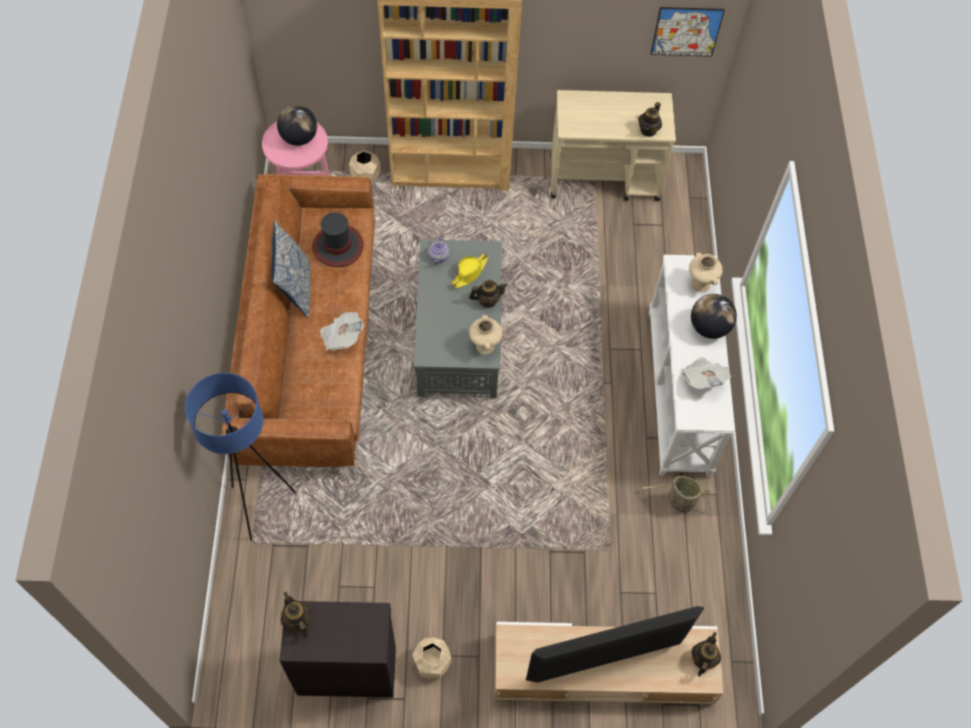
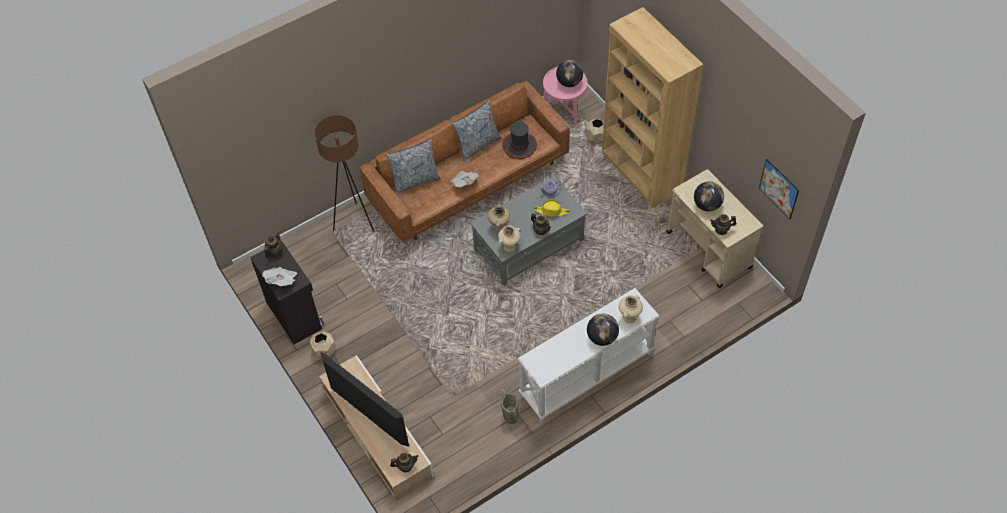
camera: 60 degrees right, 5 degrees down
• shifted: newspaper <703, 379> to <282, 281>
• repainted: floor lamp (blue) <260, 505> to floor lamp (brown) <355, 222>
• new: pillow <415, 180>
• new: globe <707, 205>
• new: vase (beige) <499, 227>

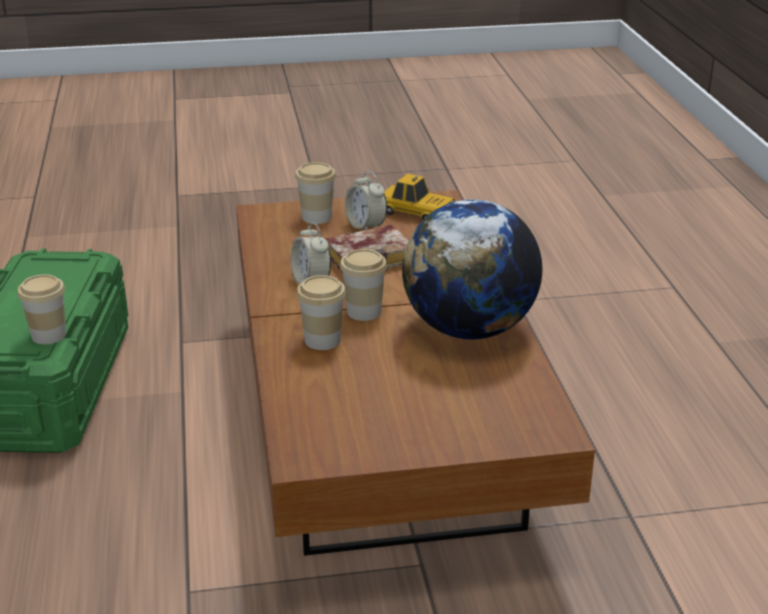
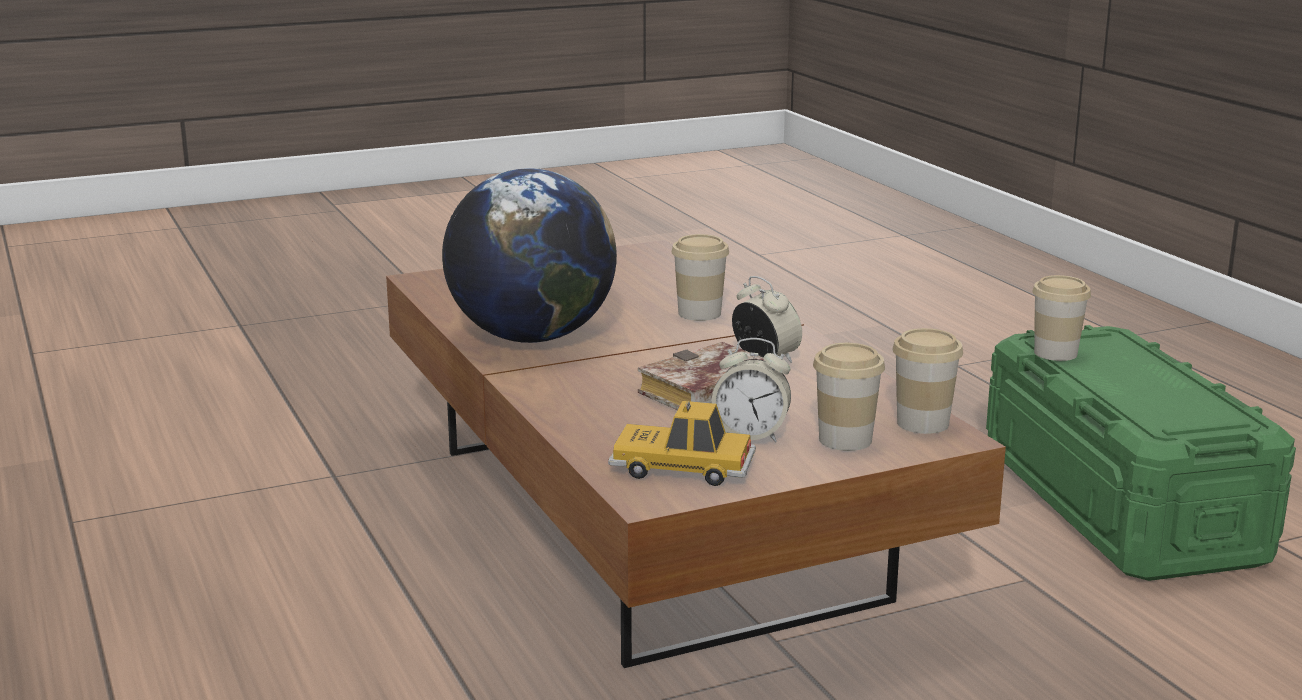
camera: 165 degrees right, 10 degrees down
• rotated: alarm clock <366, 226> = <751, 435> 150 degrees clockwise
• shifted: cup <364, 312> to <922, 423>

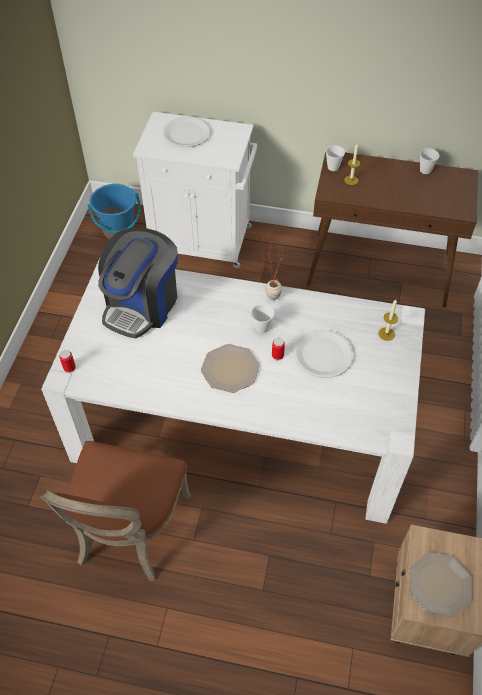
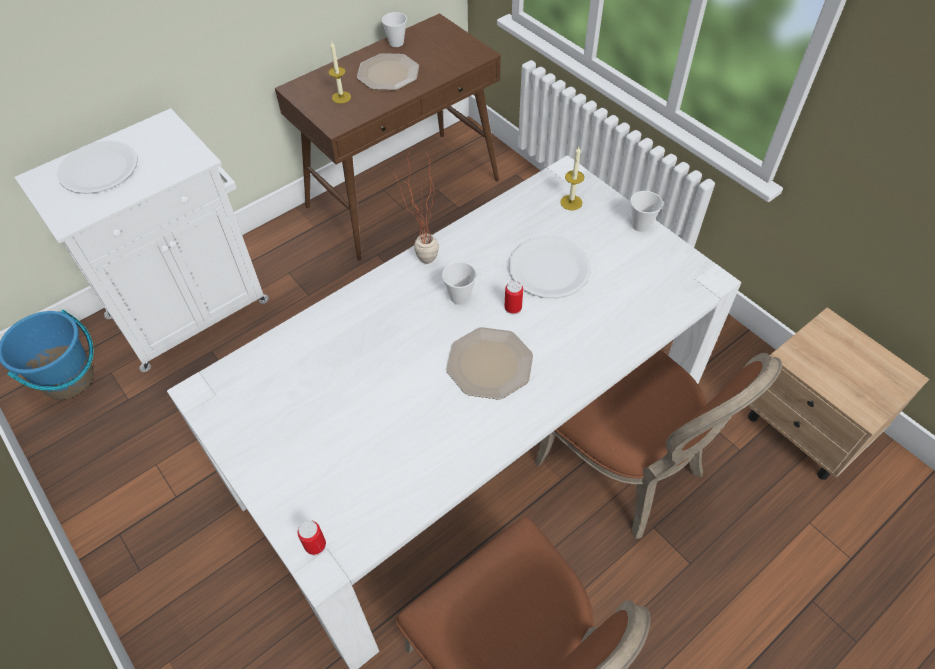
camera: 50 degrees left, 0 degrees up
• shifted: cup <333, 167> to <640, 225>
• gone: coffee machine <142, 304>
• shifted: plate <439, 583> to <387, 73>
• new: chair (brown) <627, 468>

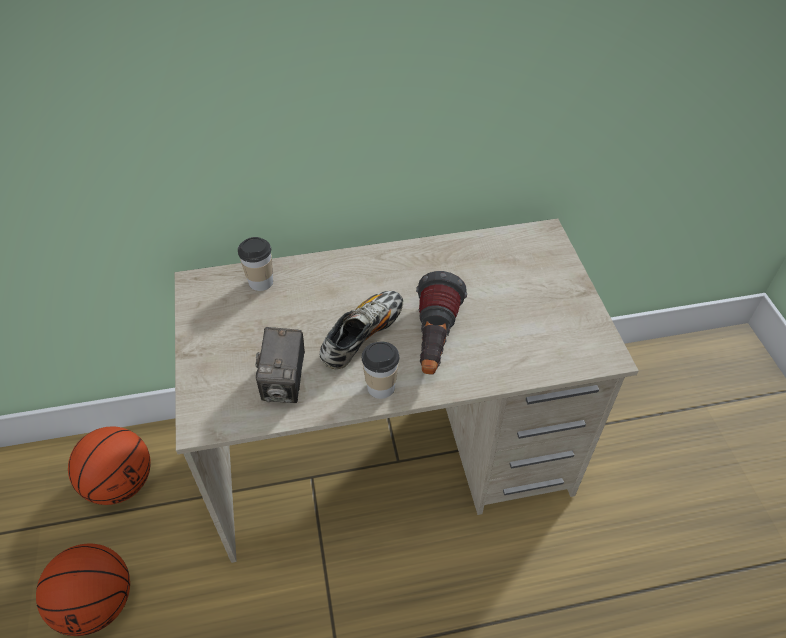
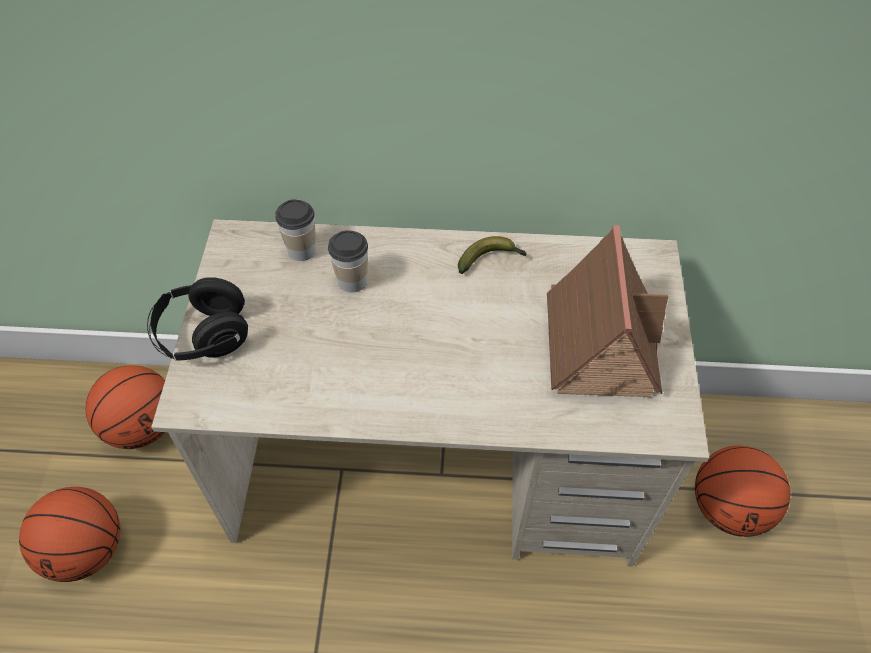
camera: 15 degrees right, 5 degrees up
• gone: flashlight <434, 342>
• gone: shoe <362, 336>
• gone: photo camera <285, 384>
• shifted: cup <381, 387> to <352, 281>
• new: toy house <598, 342>
• new: banana <491, 259>
• new: headphones (black) <204, 336>
• new: basketball <728, 507>

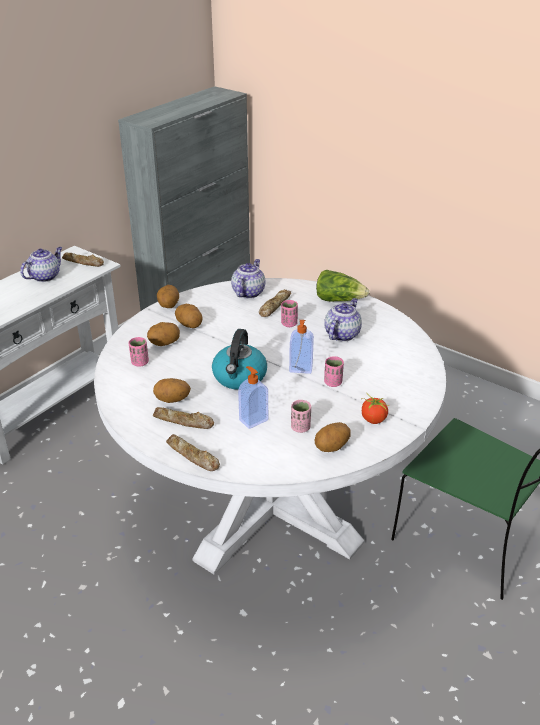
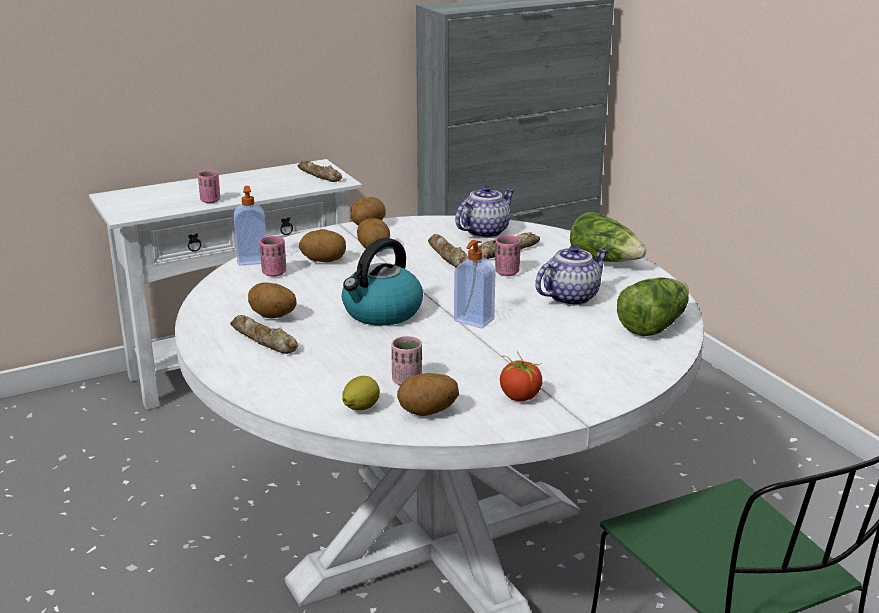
camera: 25 degrees right, 10 degrees down
• gone: teapot <45, 276>
• shifted: cup (pink) <333, 383> to <210, 200>
• shifted: soap dispenser <253, 420> to <252, 260>
• shifted: bread <192, 457> to <448, 257>
• new: lettuce <653, 325>
• new: lemon <360, 408>

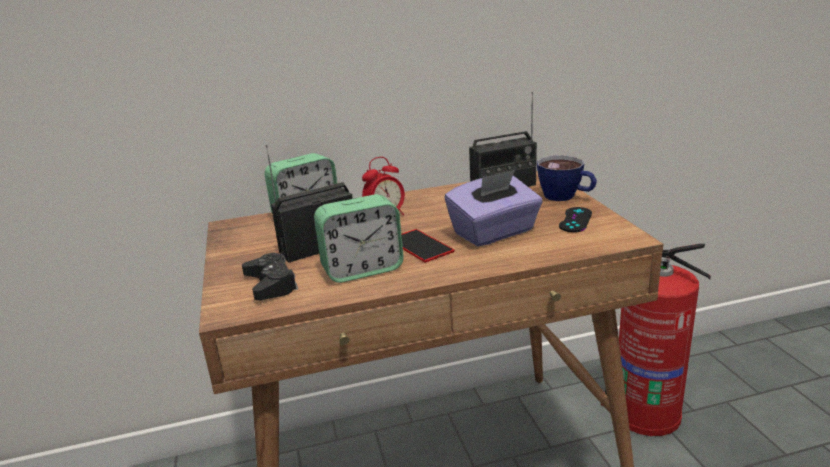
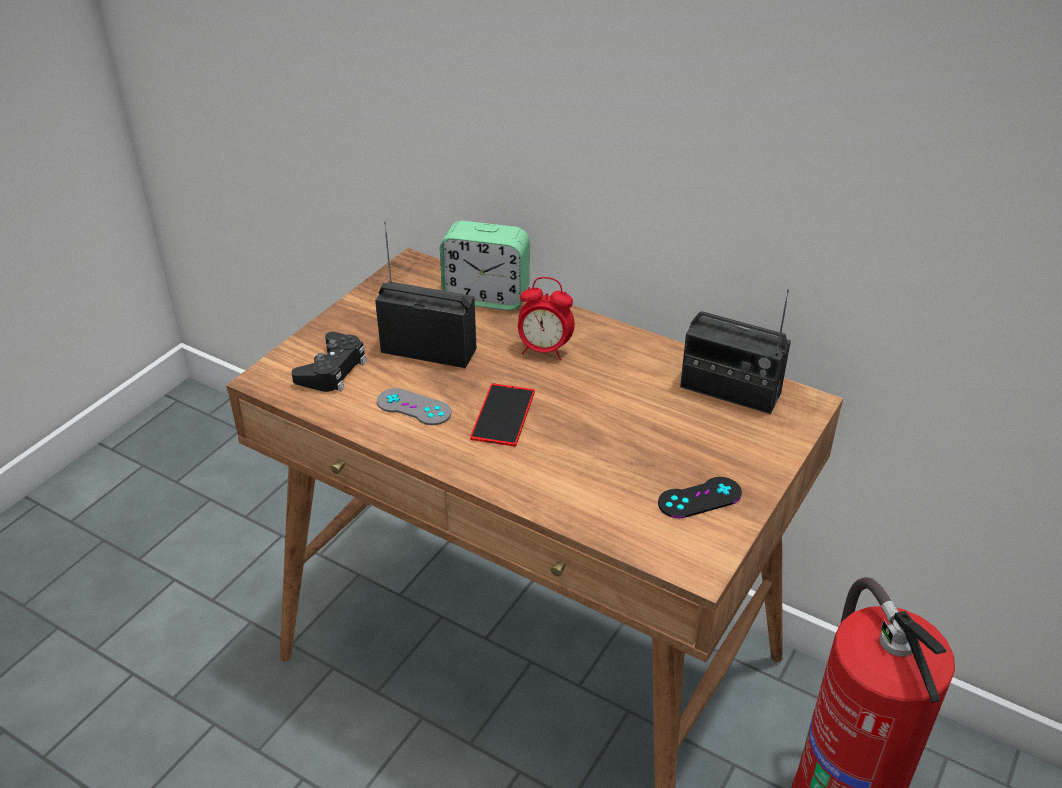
camera: 45 degrees right, 15 degrees up
• gone: cup <566, 197>
• gone: tissue box (purple) <494, 233>
• swapped: alarm clock <362, 269> to game controller (grey) <414, 407>

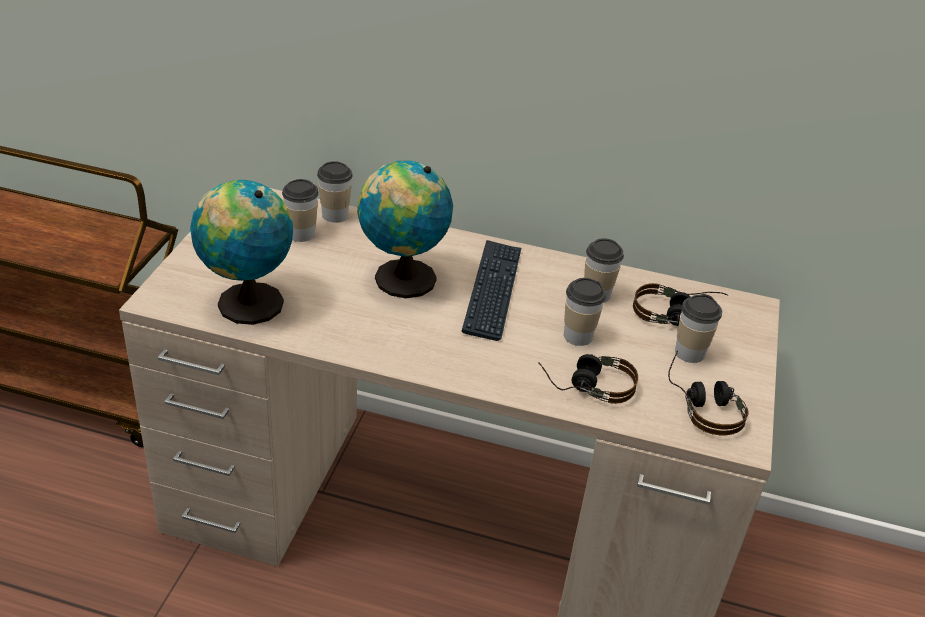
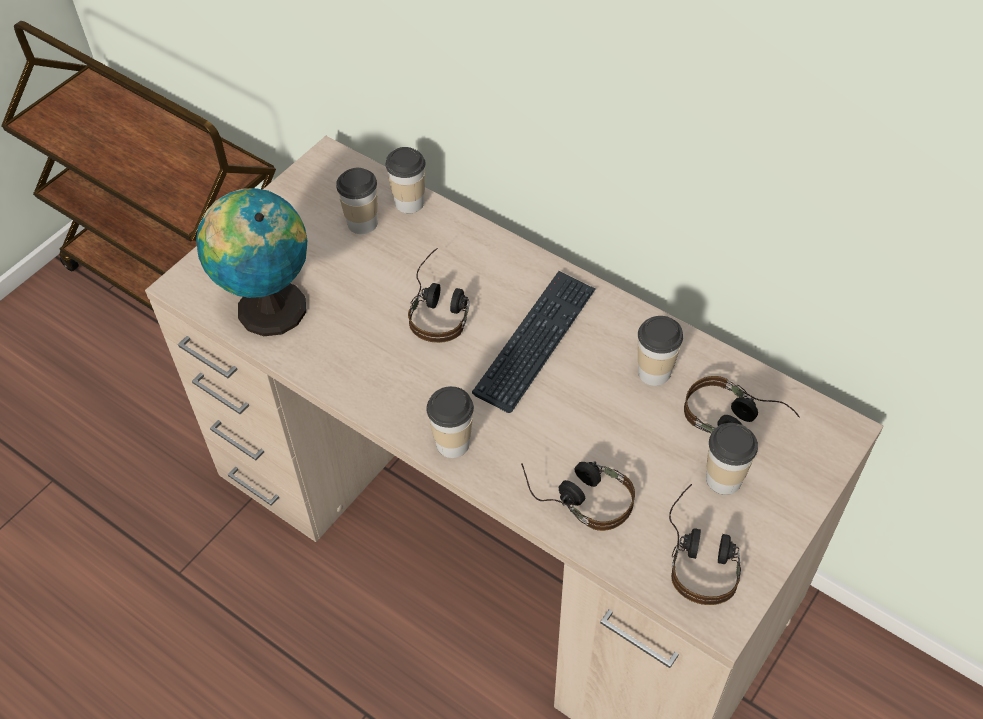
camera: 25 degrees right, 15 degrees up
• swapped: globe <400, 279> to headphones <441, 306>
• shifted: cup <578, 336> to <452, 443>

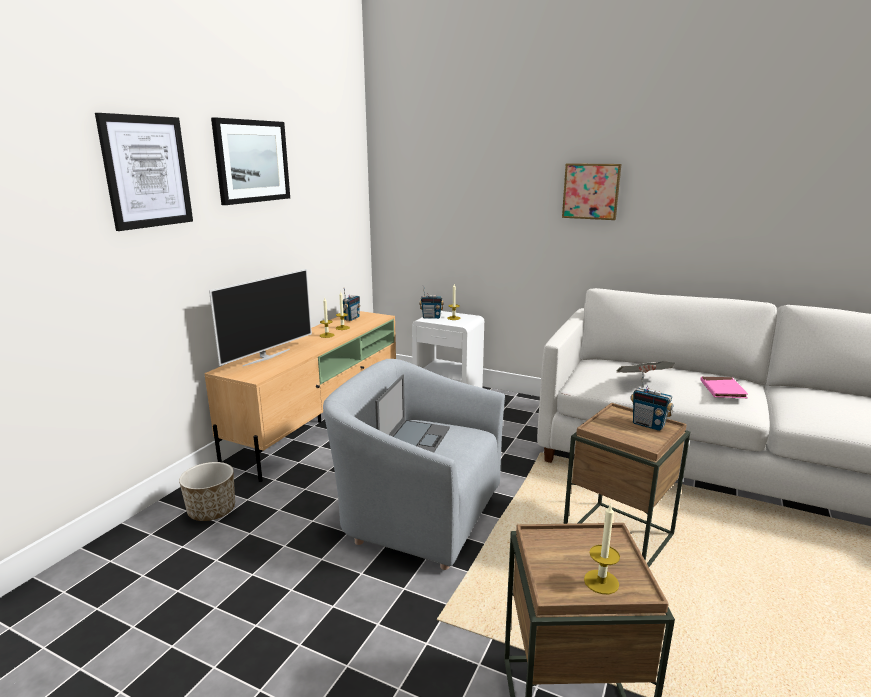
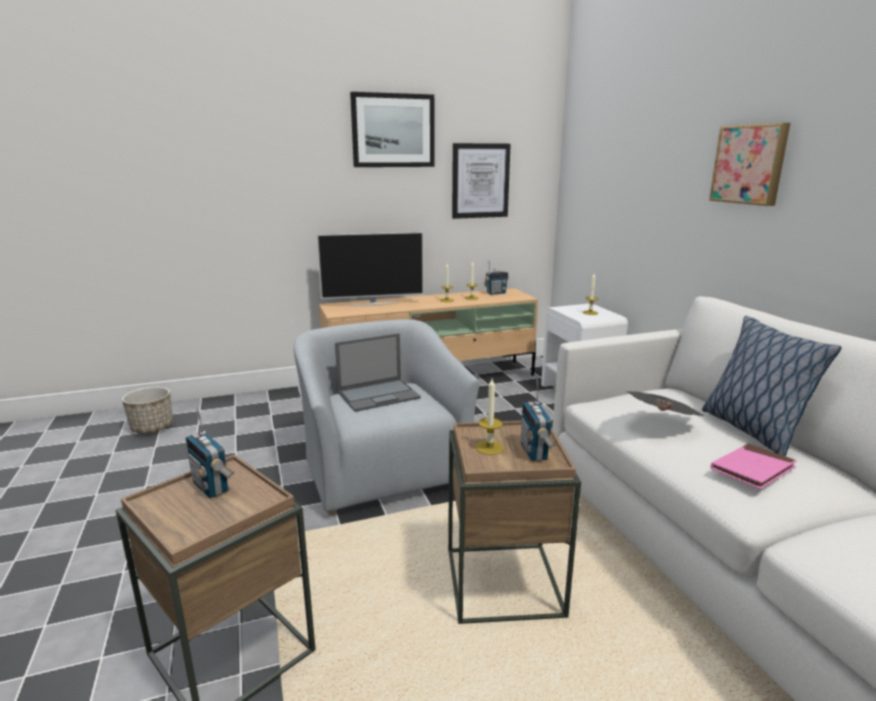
camera: 45 degrees right, 0 degrees up
• shifted: picture <147, 172> to <480, 181>
• shifted: radio <431, 317> to <212, 487>
• shifted: planter <212, 511> to <152, 427>
• shifted: candle <601, 582> to <489, 447>
• new: pillow <751, 430>

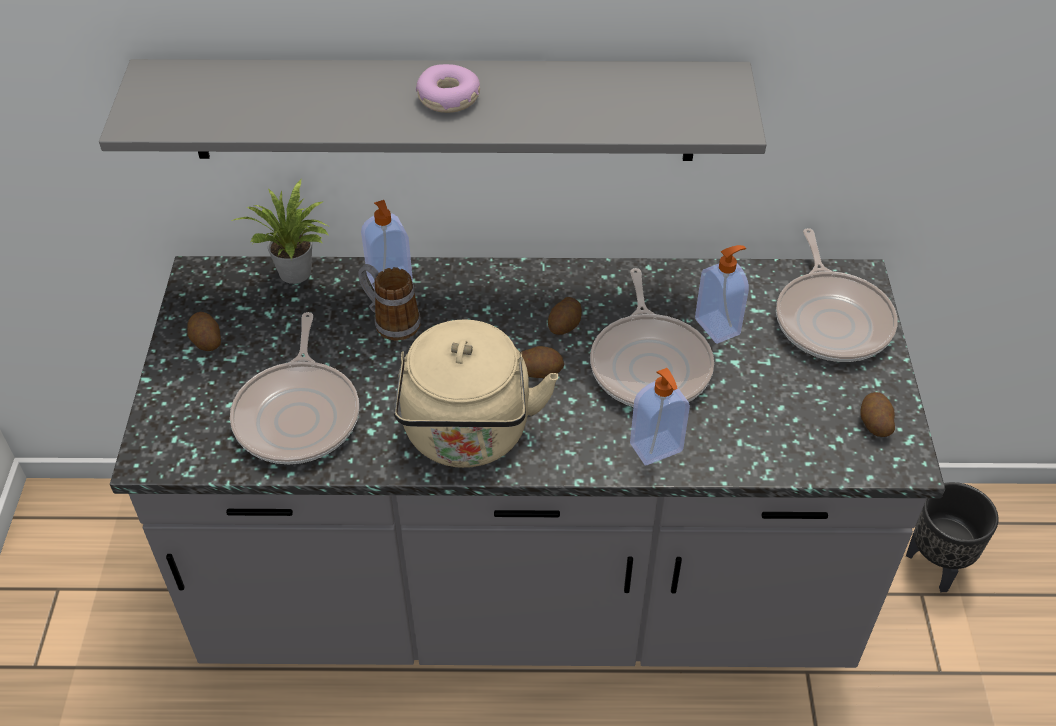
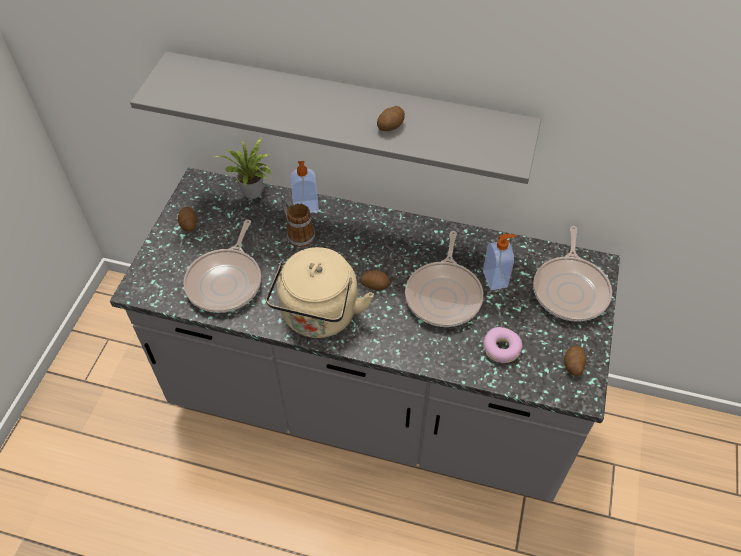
camera: 15 degrees right, 5 degrees up
• shifted: donut <448, 98> to <501, 349>
• shifted: potato <565, 325> to <391, 126>
• gone: soap dispenser <657, 449>
• gone: planter (black) <937, 565>

